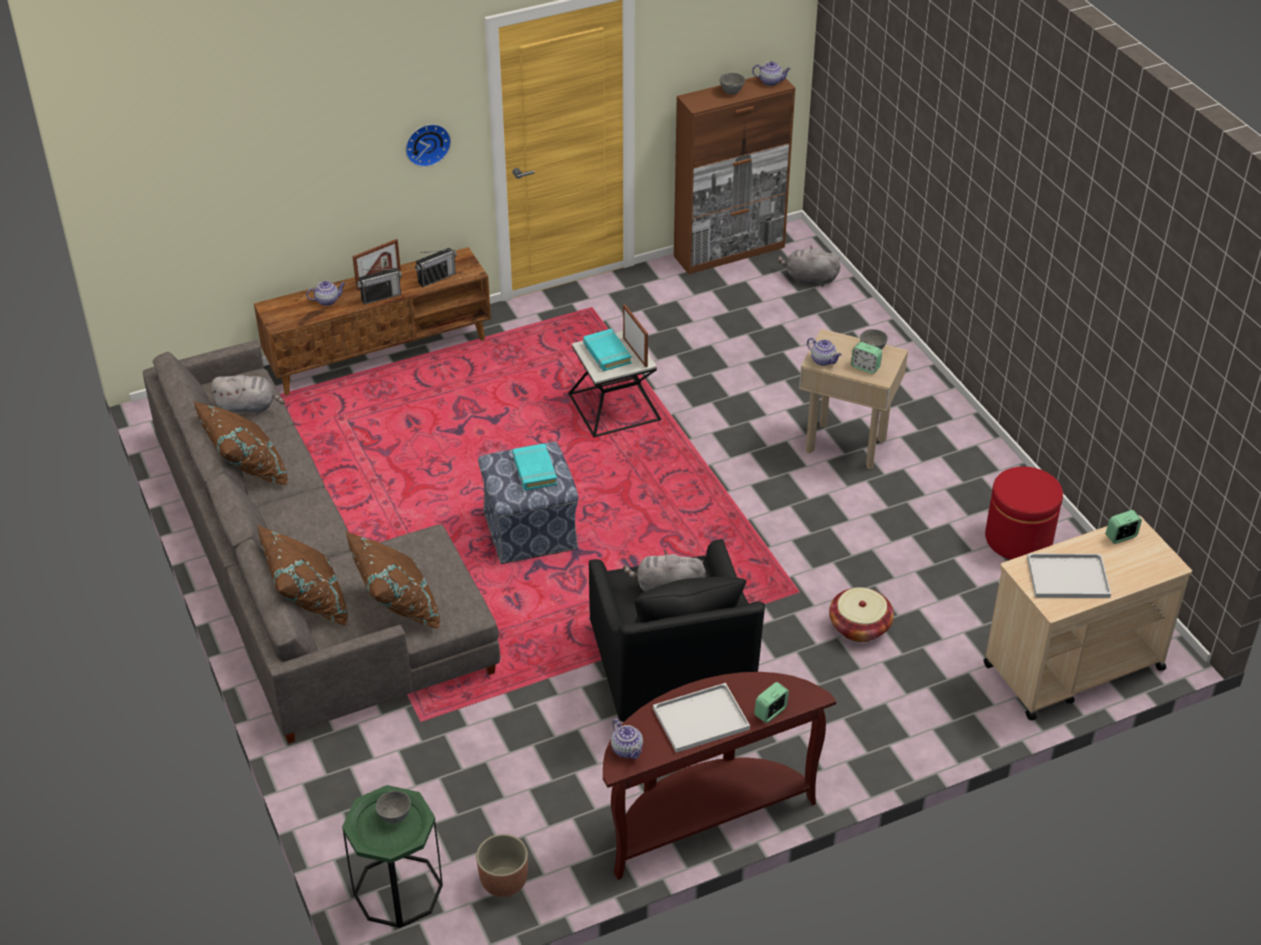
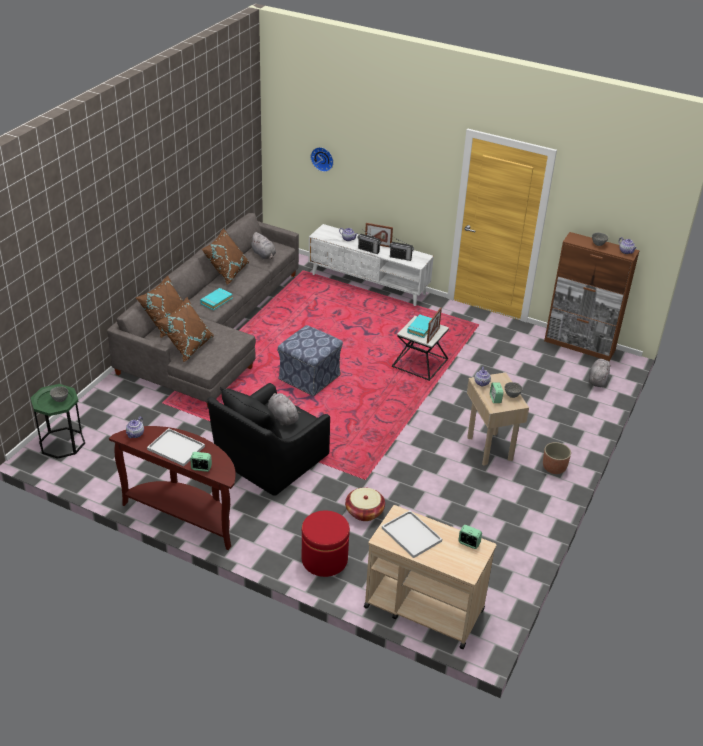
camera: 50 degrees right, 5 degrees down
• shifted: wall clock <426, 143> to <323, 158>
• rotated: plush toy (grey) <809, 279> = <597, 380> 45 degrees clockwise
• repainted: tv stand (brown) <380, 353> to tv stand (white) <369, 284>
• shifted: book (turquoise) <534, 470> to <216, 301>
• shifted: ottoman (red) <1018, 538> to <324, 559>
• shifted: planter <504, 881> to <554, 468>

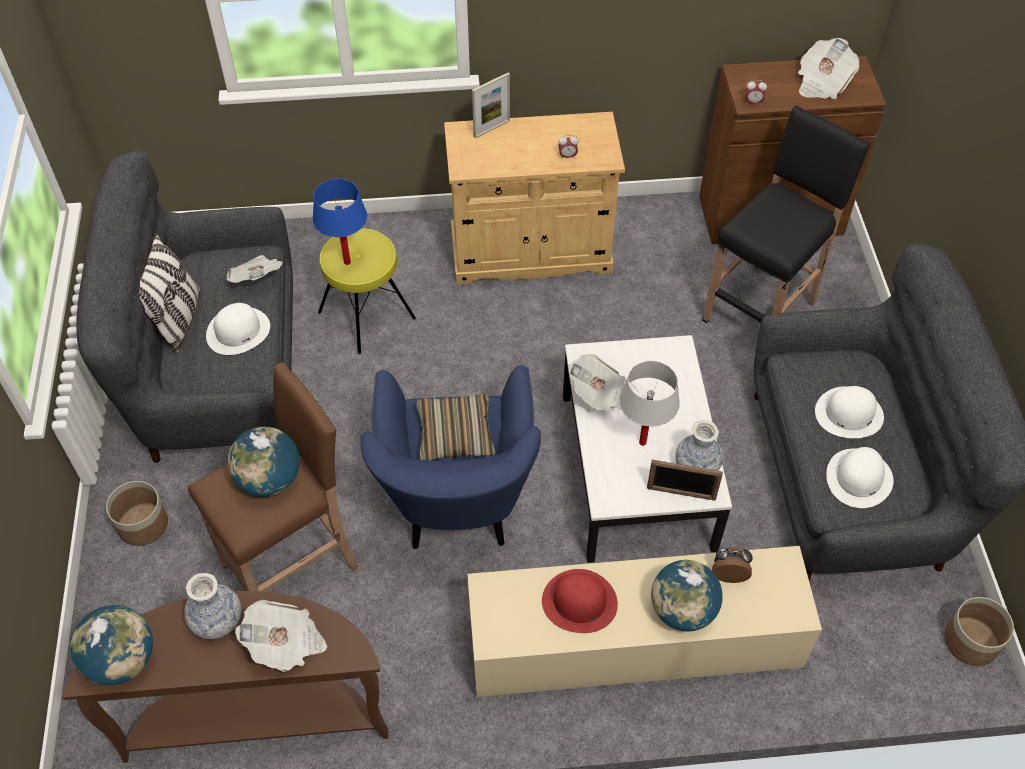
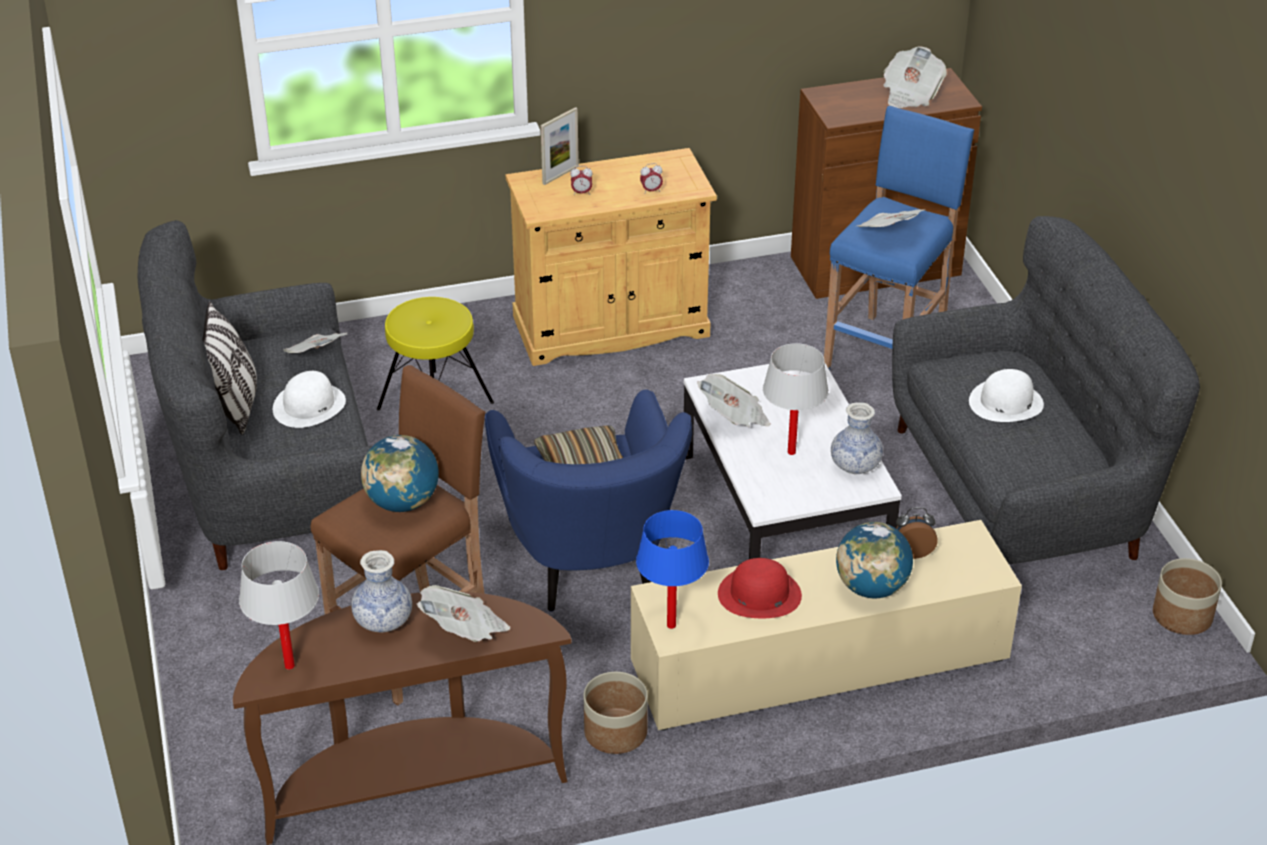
camera: 10 degrees left, 15 degrees down
• shifted: alarm clock <753, 103> to <581, 193>
• repainted: stool (black) <761, 310> to stool (blue) <886, 353>
• shifted: table lamp (blue) <347, 262> to <671, 625>
• gone: hat (white) <859, 478>
• gone: picture frame <681, 493>
• shifted: planter <143, 524> to <615, 732>
• swapped: globe <122, 660> to table lamp (white) <289, 666>
• new: newspaper <888, 233>

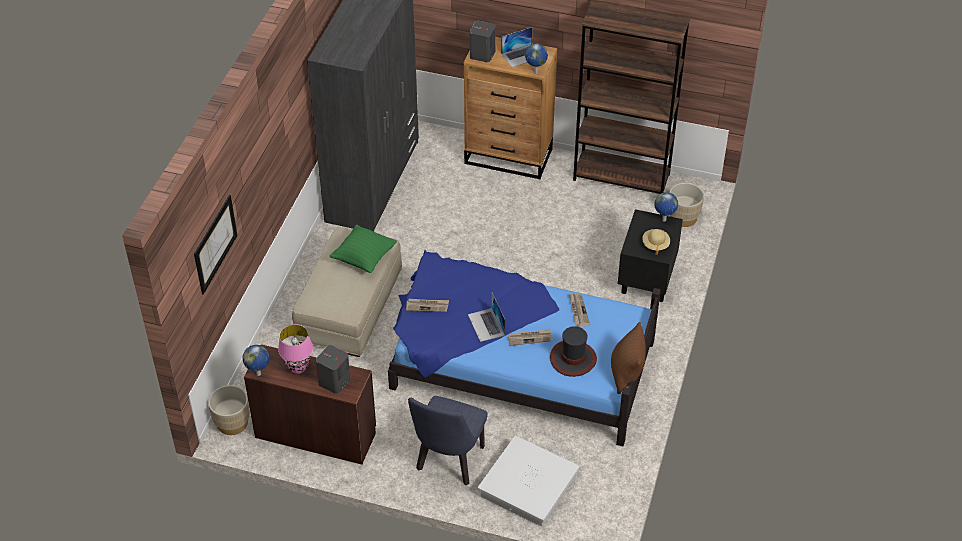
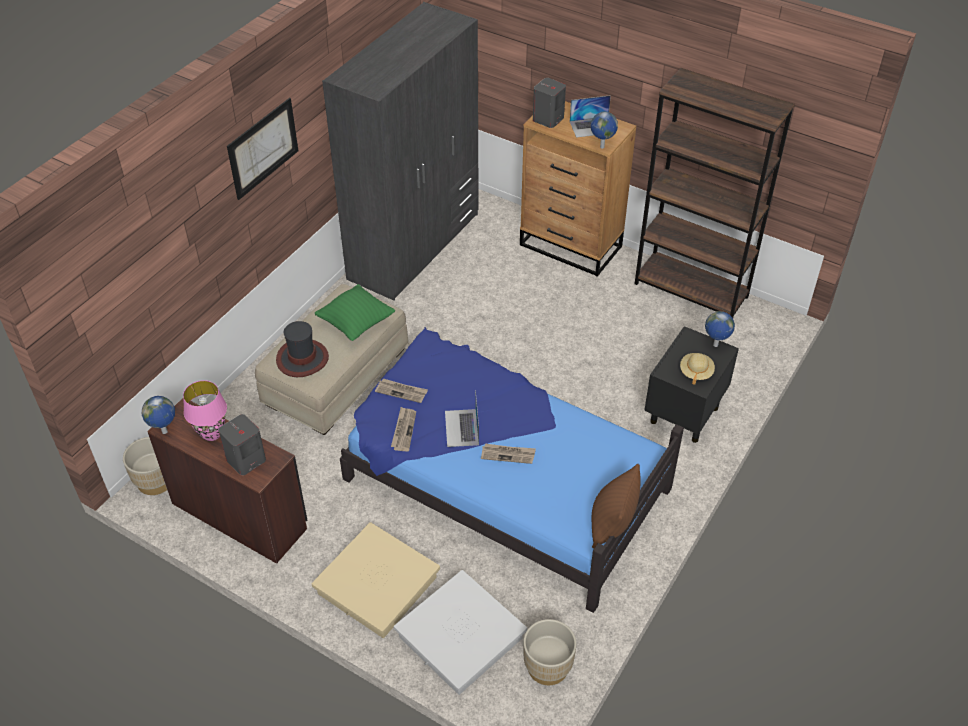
camera: 15 degrees right, 0 degrees up
• shifted: planter (beige) <683, 217> to <547, 666>
• shifted: picture <215, 244> to <263, 148>
• shifted: newspaper <578, 310> to <403, 430>
• shifted: hat <573, 359> to <302, 359>
• swapped: chair (blue) <448, 463> to storage box (beige) <376, 585>

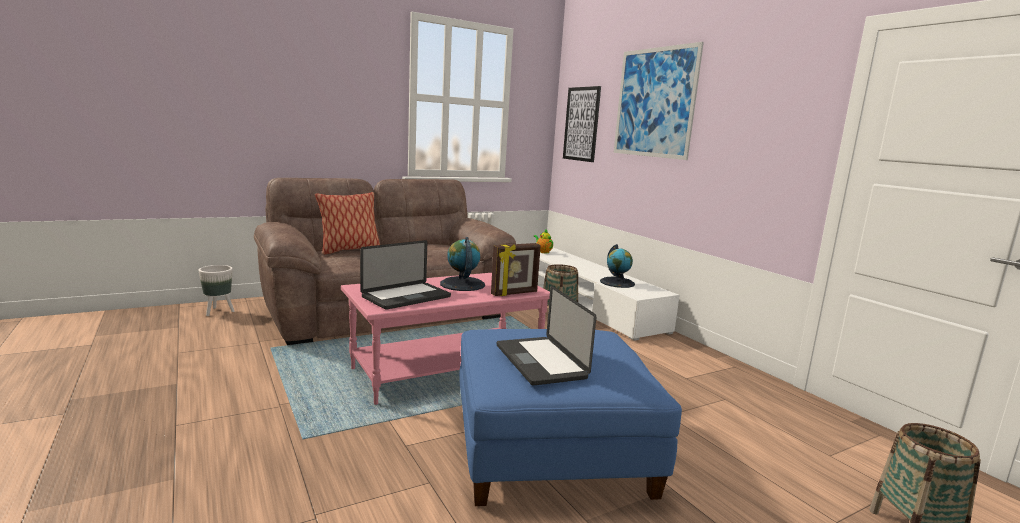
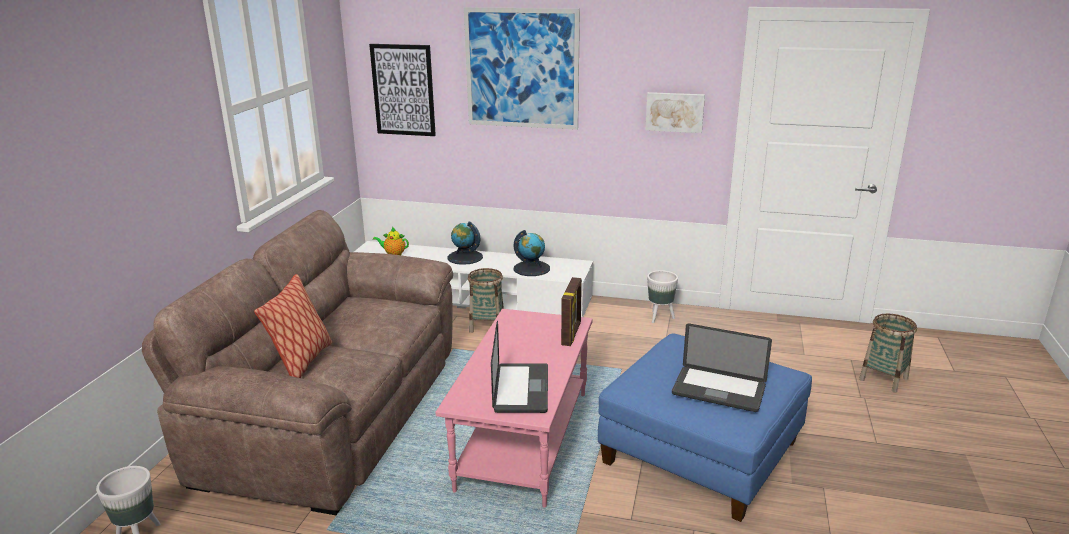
camera: 45 degrees left, 10 degrees up
• shifted: globe <462, 284> to <465, 257>
• new: picture <674, 112>
• new: planter (white) <660, 317>

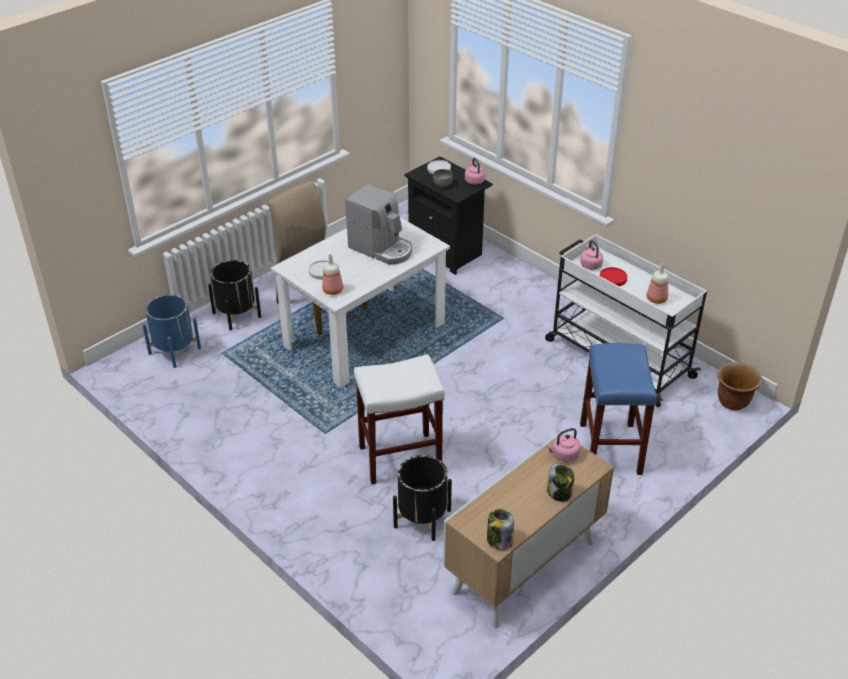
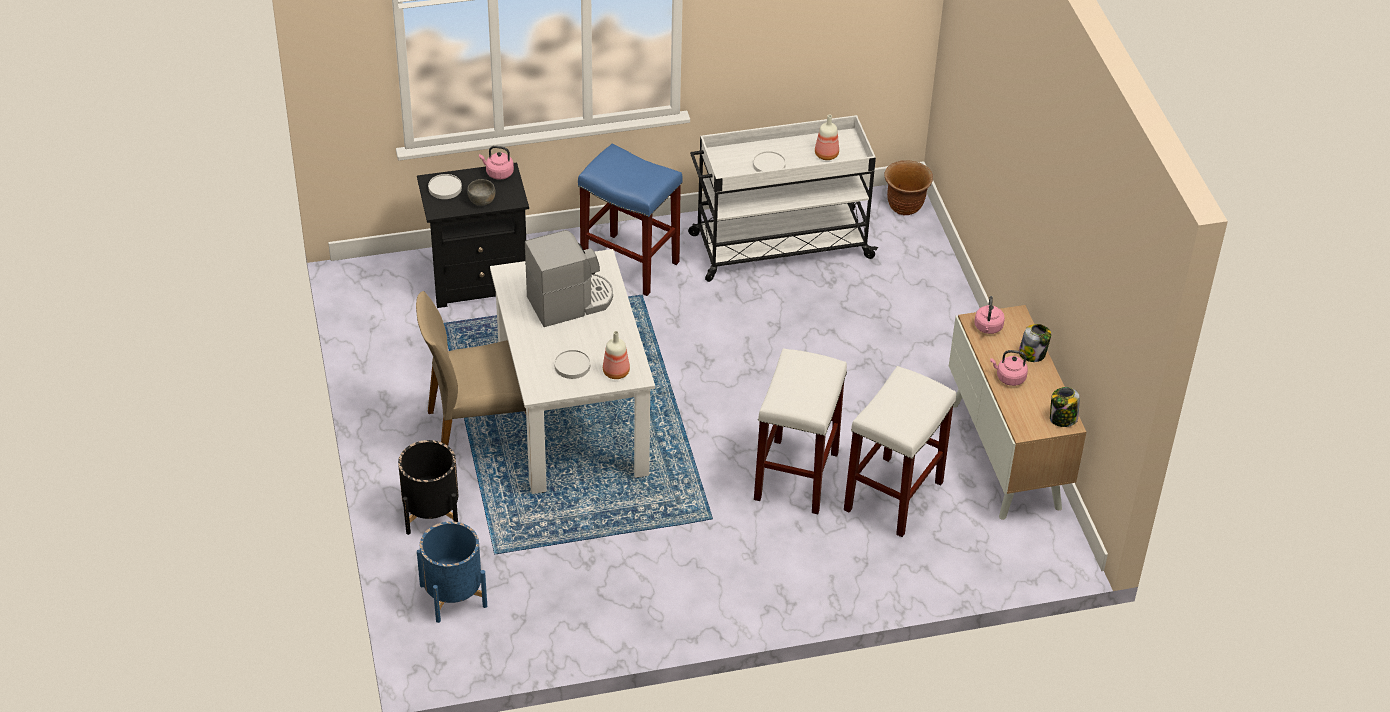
camera: 60 degrees left, 5 degrees up
• shifted: kettle (pink) <590, 264> to <1009, 378>
• repainted: plate (red) <613, 278> to plate (white) <768, 165>
• shifted: stool (blue) <611, 449> to <631, 264>
• swapped: planter (black) <422, 518> to stool (white) <893, 497>

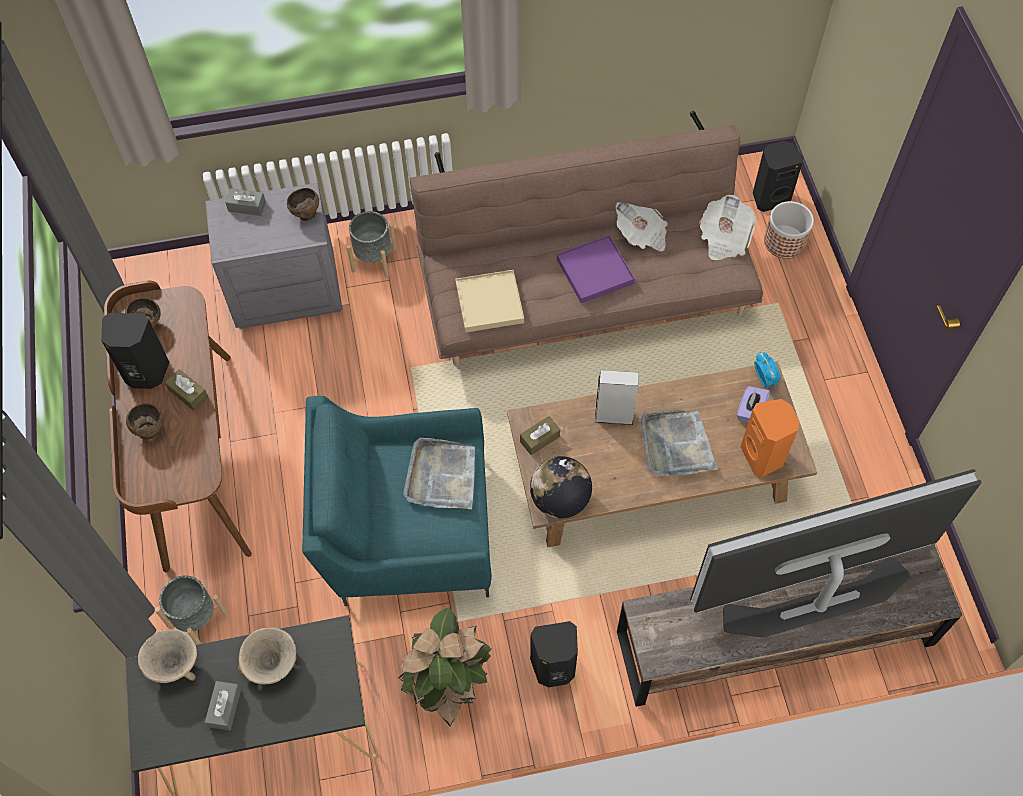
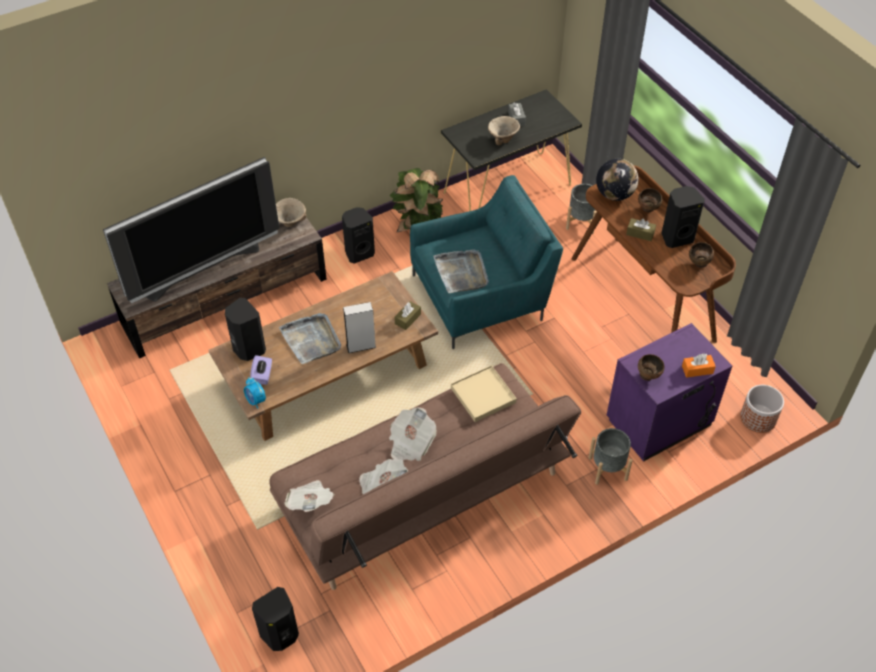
camera: 160 degrees right, 10 degrees down
• repainted: nightstand (grey) <286, 291> to nightstand (purple) <660, 423>
• repainted: tissue box (grey) <247, 206> to tissue box (orange) <697, 369>
• shifted: planter <784, 241> to <758, 418>
• swapped: tray (purple) <595, 271> to newspaper <410, 443>
• repainted: speaker (orange) <763, 456> to speaker (black) <248, 349>
• shifted: globe <560, 500> to <614, 195>
• shifted: bowl (beige) <175, 664> to <290, 223>

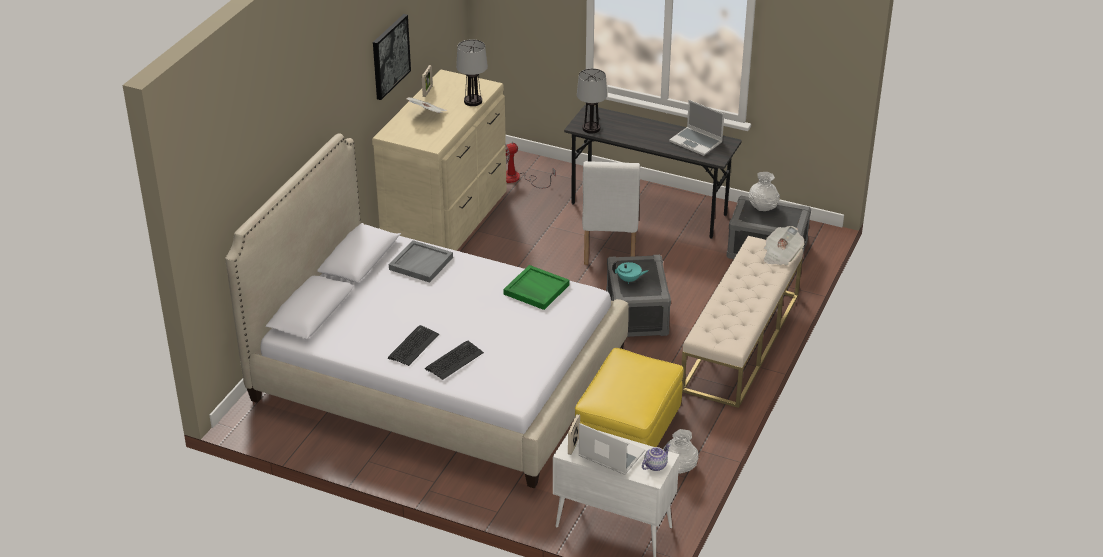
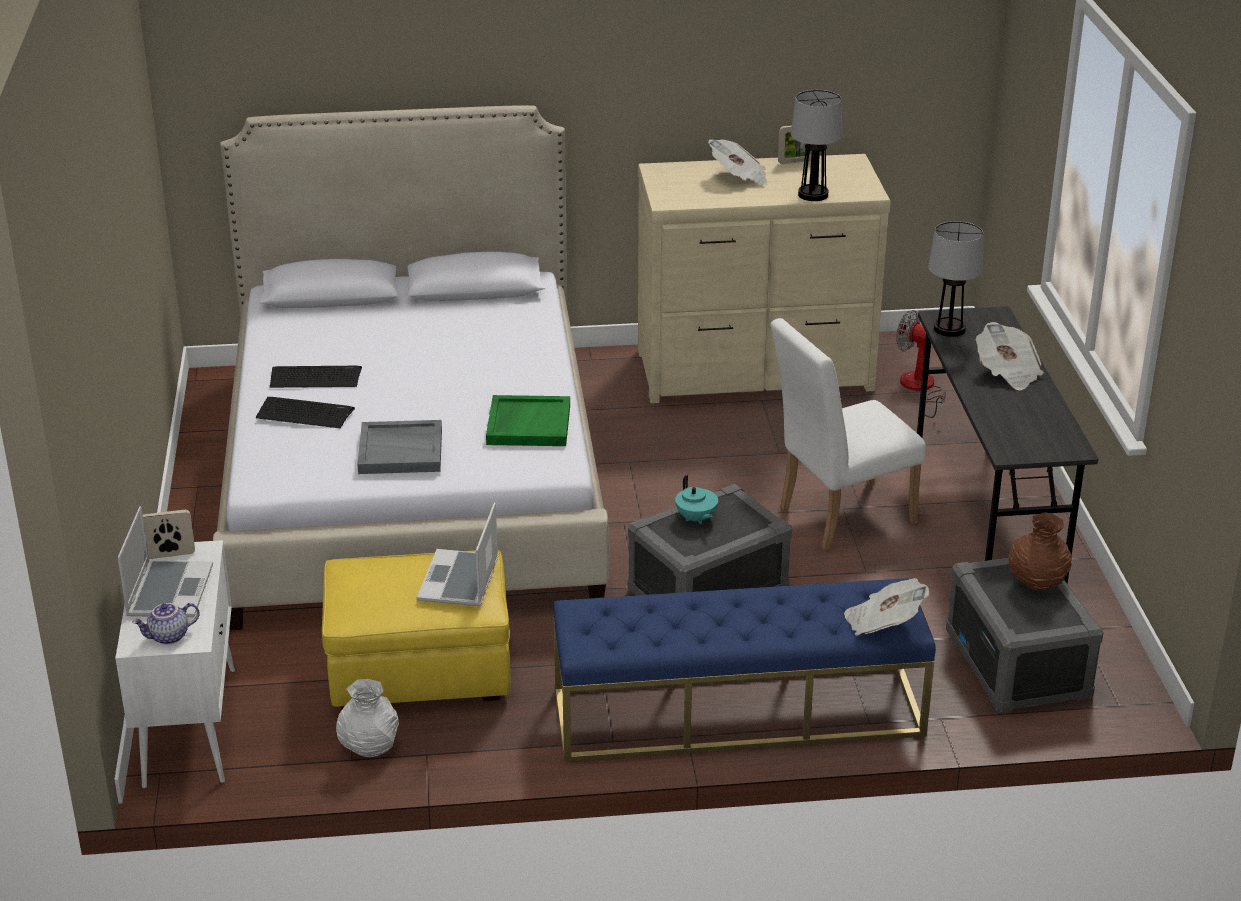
camera: 60 degrees right, 5 degrees down
• gone: picture <390, 56>
• shifted: laptop <696, 142> to <460, 581>
• repainted: vase (white) <763, 207> to vase (brown) <1038, 583>
• repainted: bench (beige) <741, 342> to bench (blue) <737, 713>
• shifted: tray (grey) <421, 263> to <401, 450>
• rotated: teapot <655, 465> = <169, 637> 135 degrees clockwise
• new: newspaper <1007, 373>

